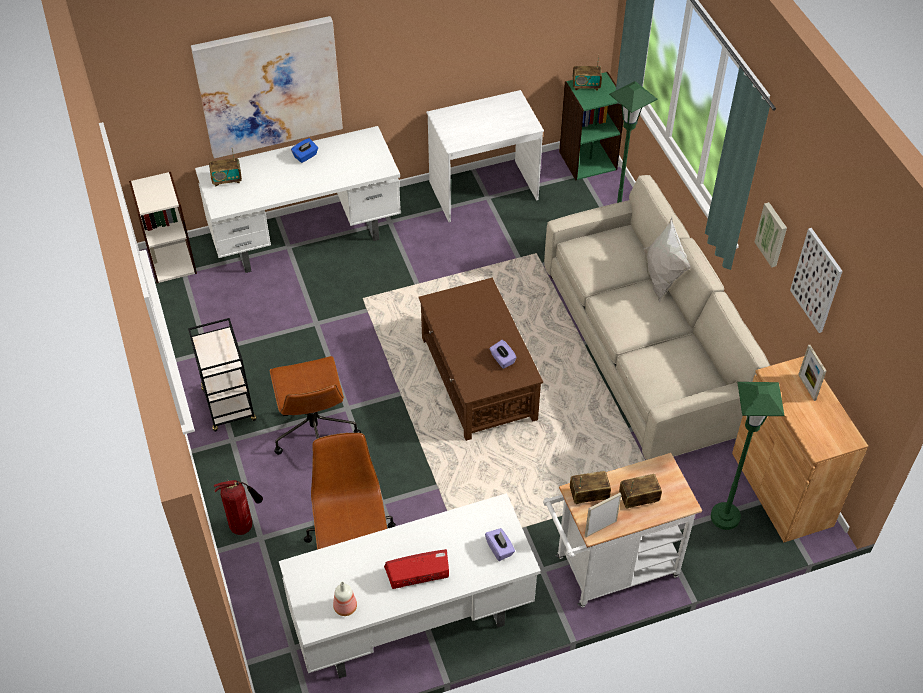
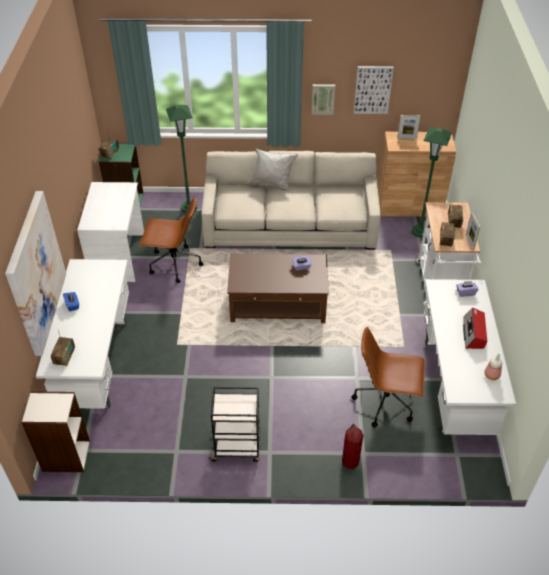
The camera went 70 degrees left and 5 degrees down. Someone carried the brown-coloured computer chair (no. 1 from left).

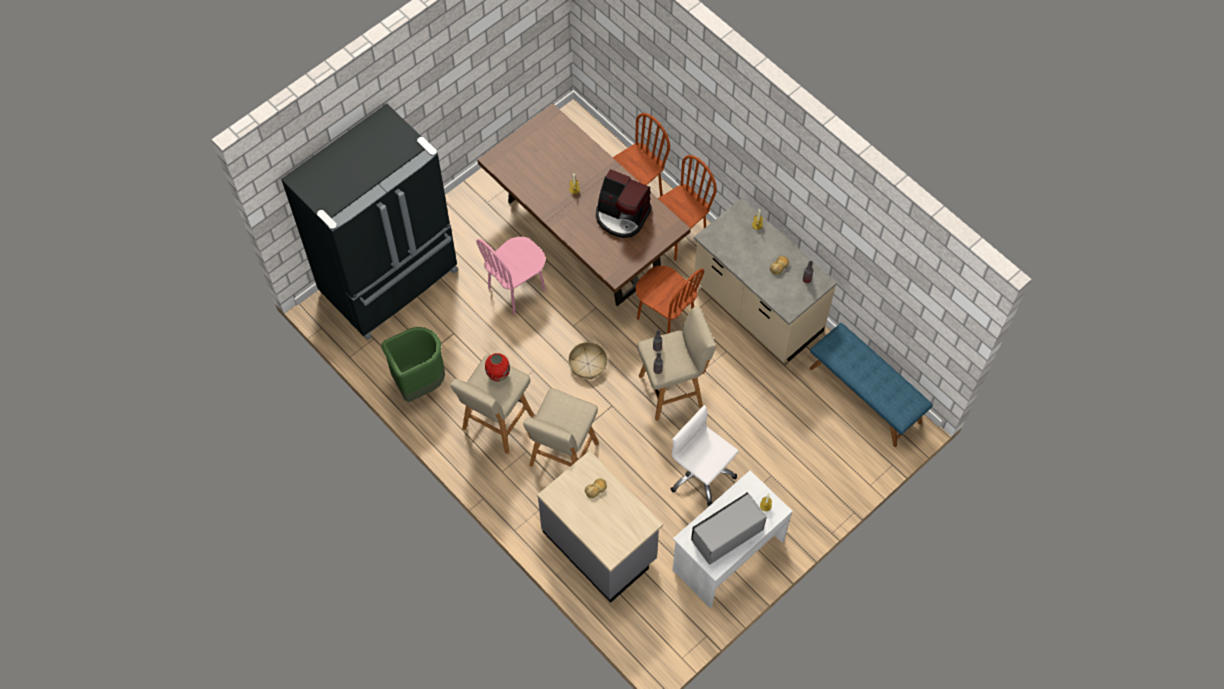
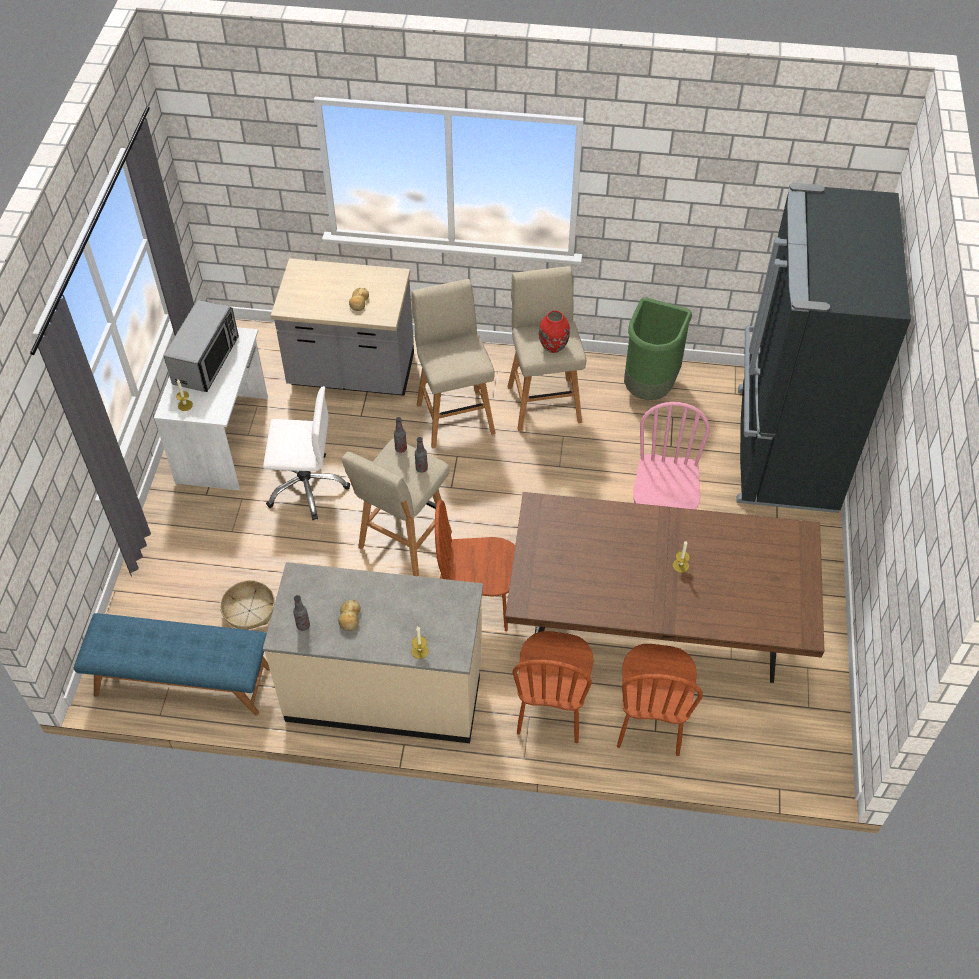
The camera went 140 degrees right and 10 degrees down. Someone took away the coffee maker. Someone carried the household basket.

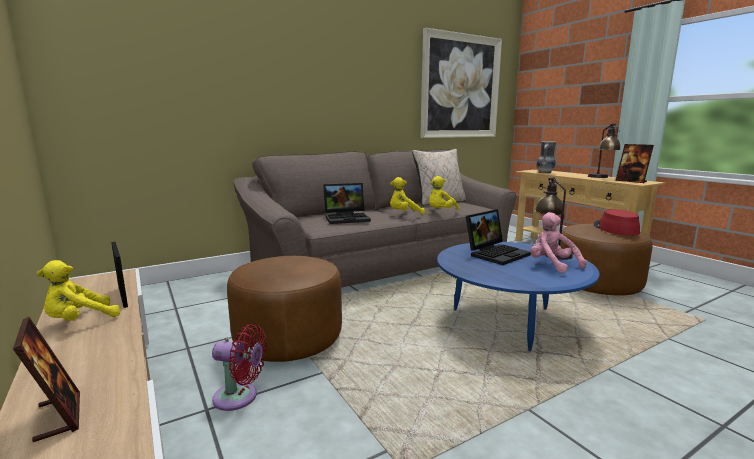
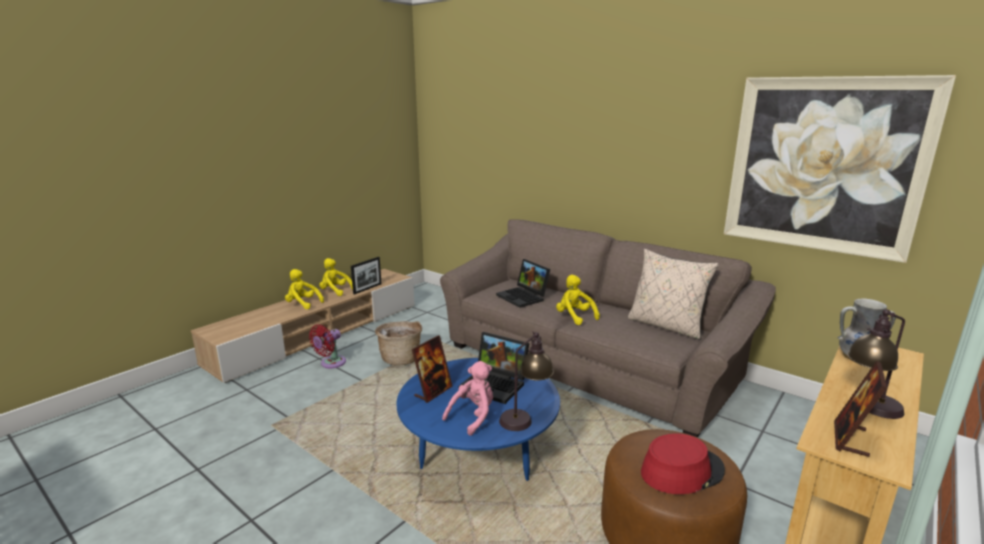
The camera went 70 degrees right and 5 degrees up. Someone carried the yellowish soft toy (no. 3 from left in the first image). Someone swapped the brown-coloured footrest (no. 1 from left) for the household basket. Someone carried the photo frame (no. 1 from left in the first image). Someone rotated the red electric fan by 45 degrees clockwise.

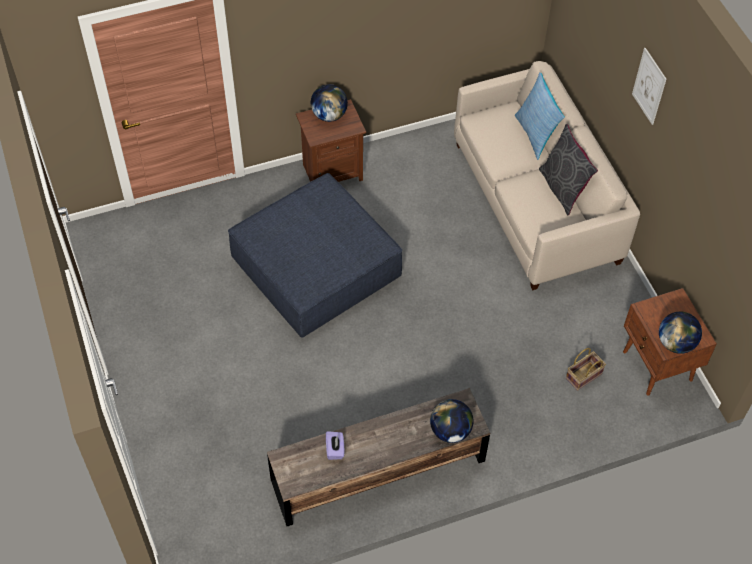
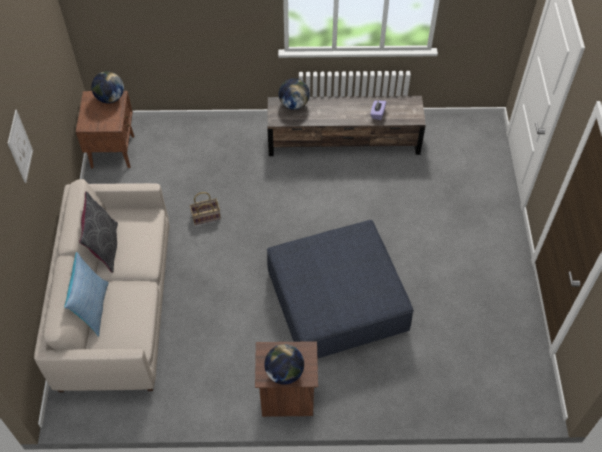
The camera went 160 degrees left and 0 degrees up. Someone carried the household basket.

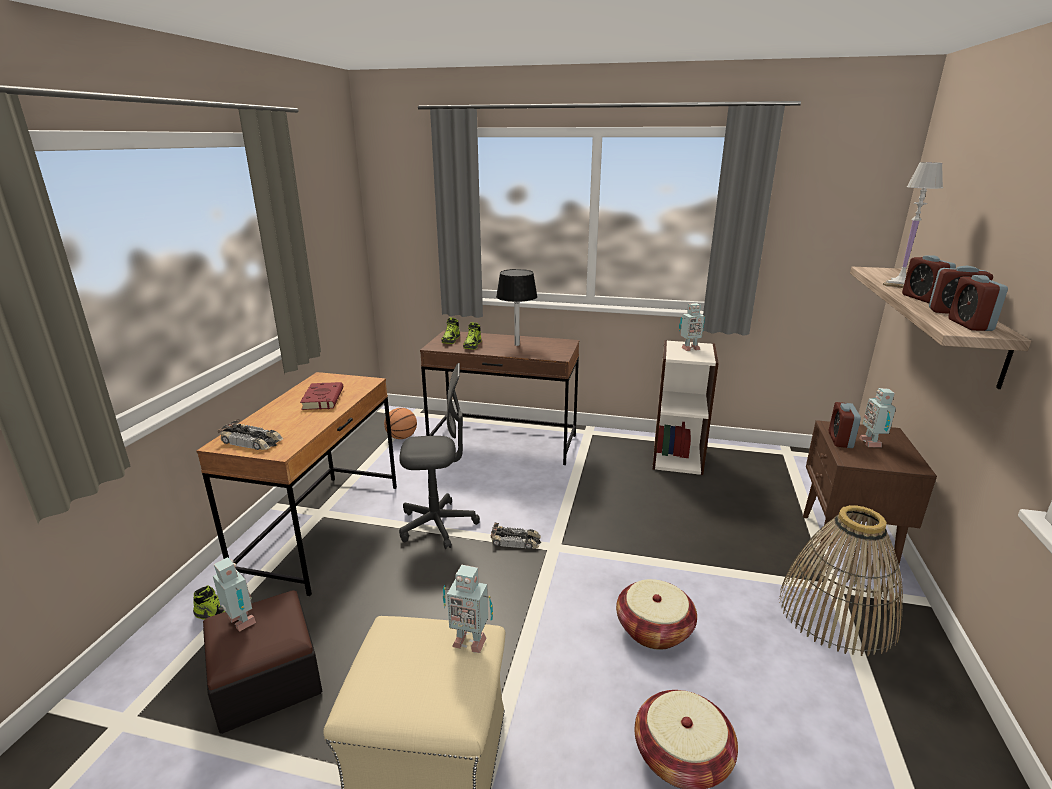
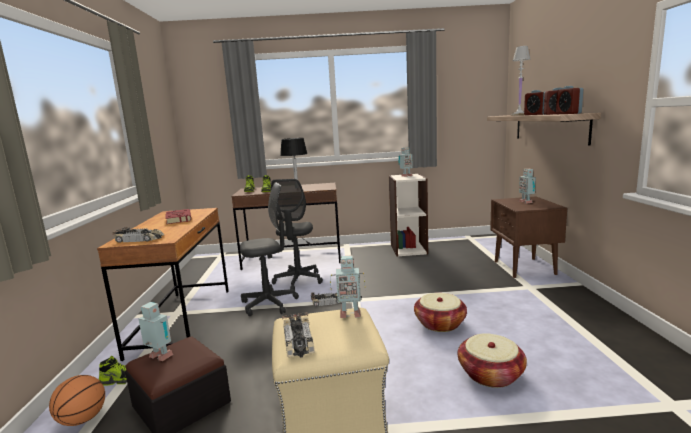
The camera went 15 degrees left and 10 degrees down. Someone took away the table clock (no. 1 from left). Someone carried the basketball ball. Someone took away the household basket (no. 3 from left). Someone put down the greyish computer chair (no. 2 from left). Someone put down the model car (no. 2 from left).

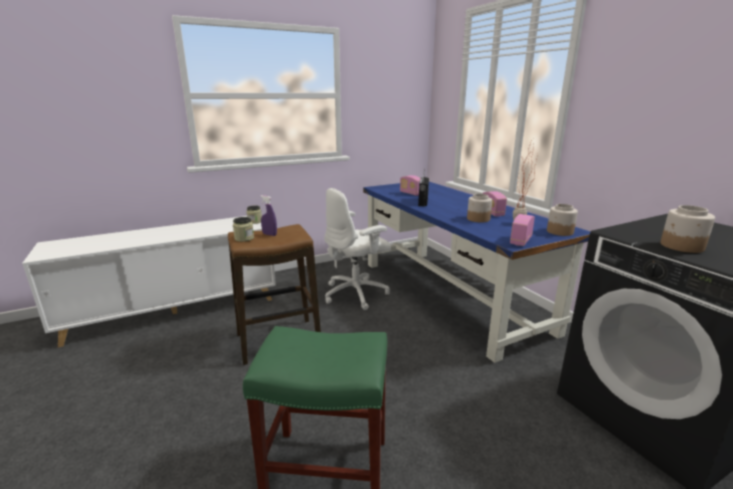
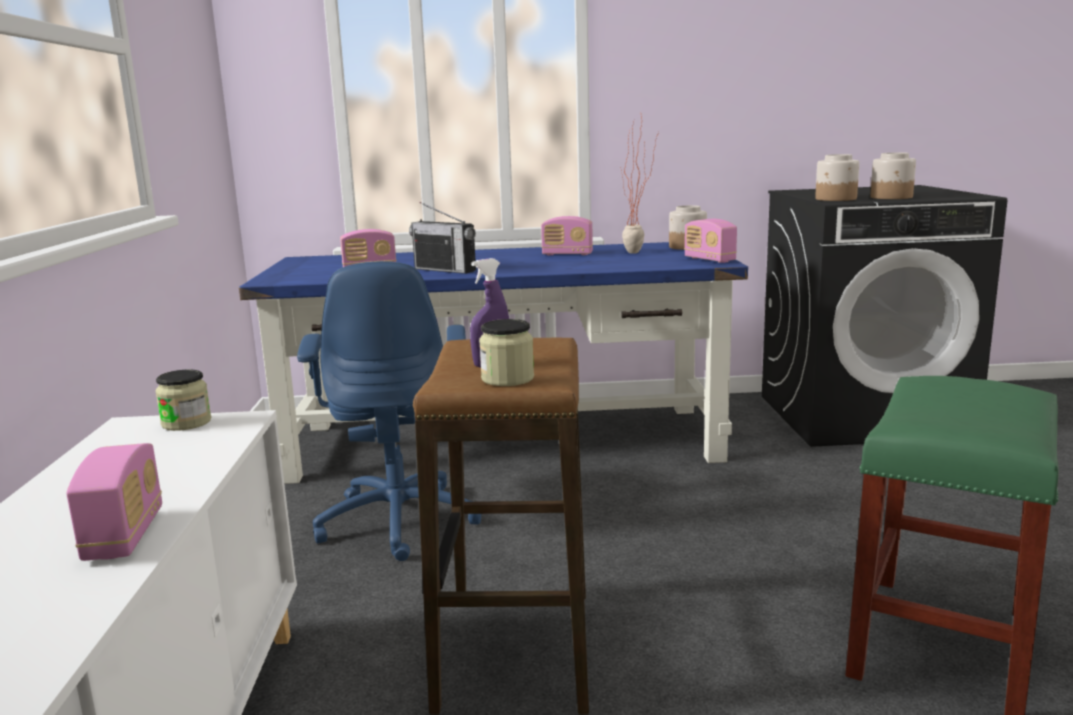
The camera went 65 degrees left and 5 degrees down. Someone repainted the white computer chair, which became the blue-coloured computer chair. Someone carried the preserve jar (no. 3 from left in the first image). Someone put down the radio receiver (no. 1 from left).

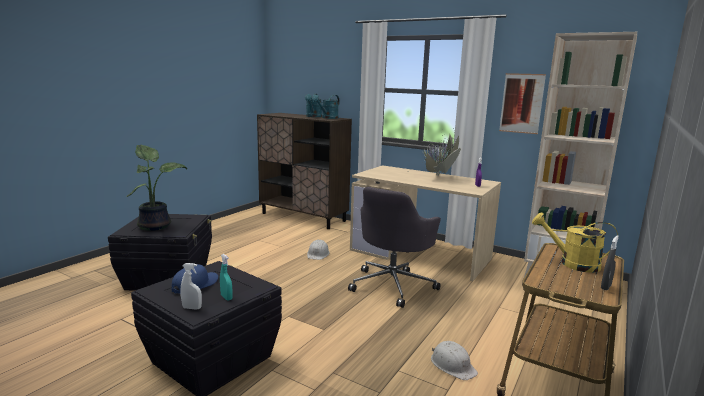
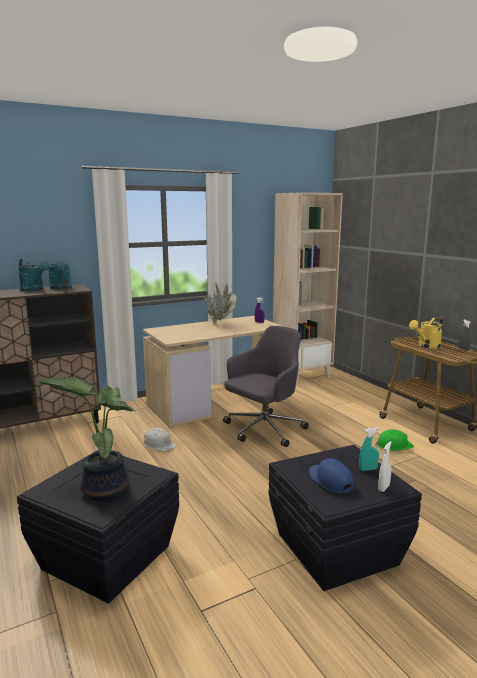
The camera went 60 degrees left and 0 degrees up. Someone took away the wall picture. Someone rotated the greyish computer chair by 105 degrees counterclockwise. Someone repainted the white work helmet (no. 2 from left), which became the green work helmet.

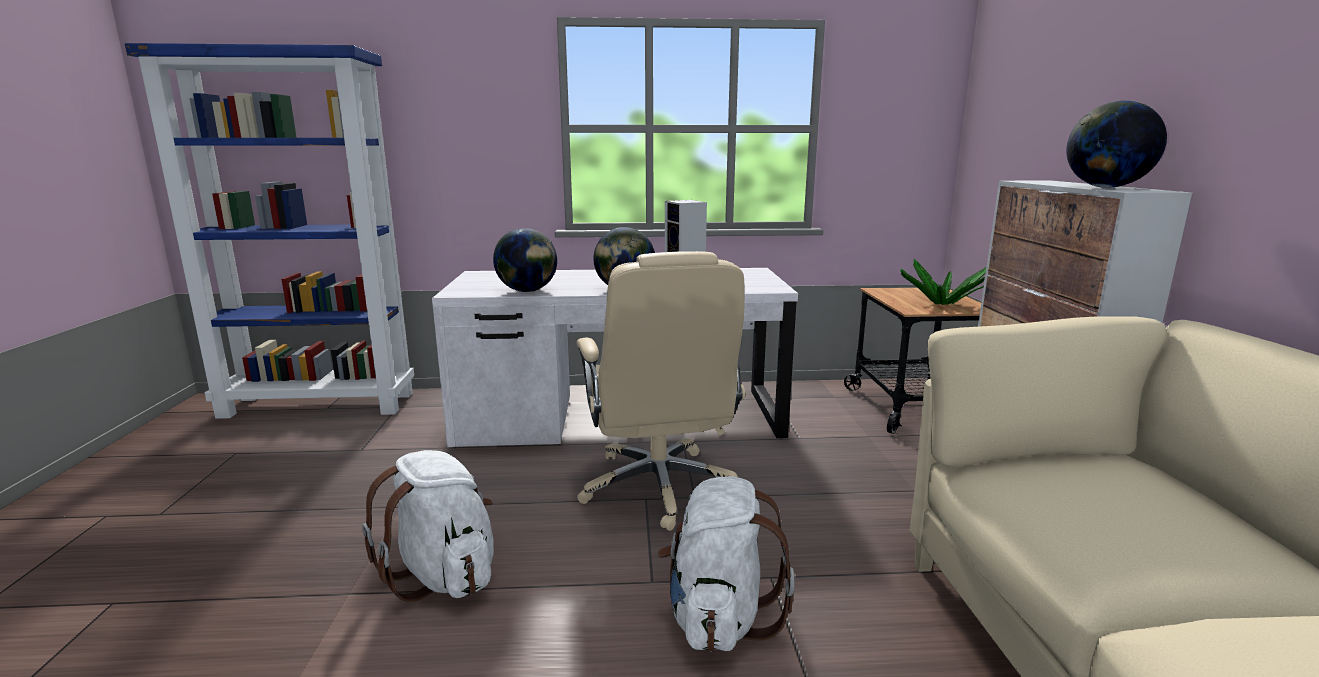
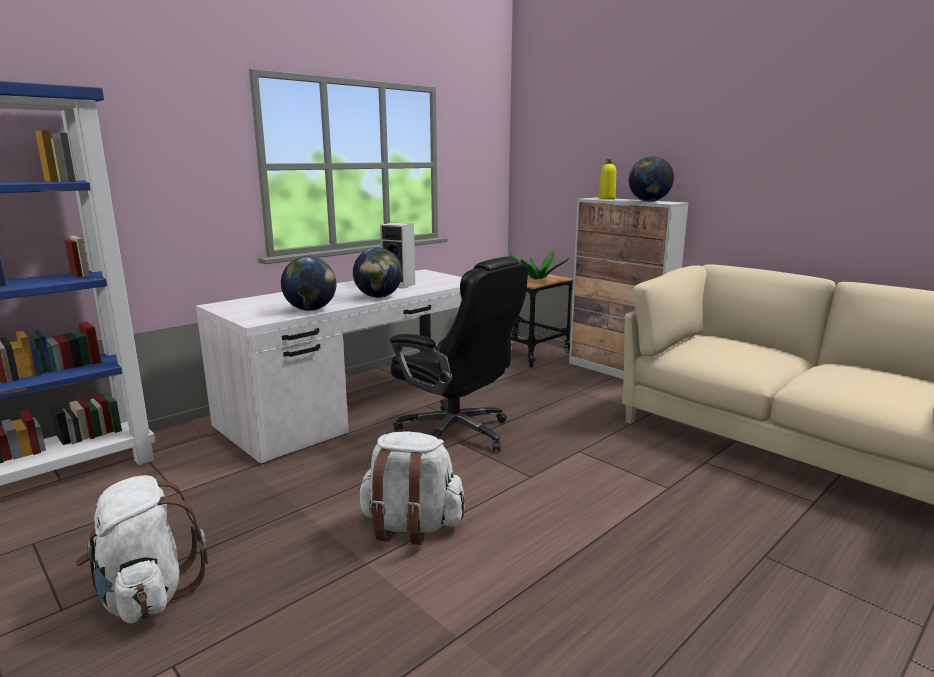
The camera went 40 degrees left and 0 degrees up. Someone repainted the sand-coloured computer chair, which became the black-coloured computer chair. Someone carried the white knapsack (no. 2 from left in the first image). Someone put down the yellowish beverage bottle.

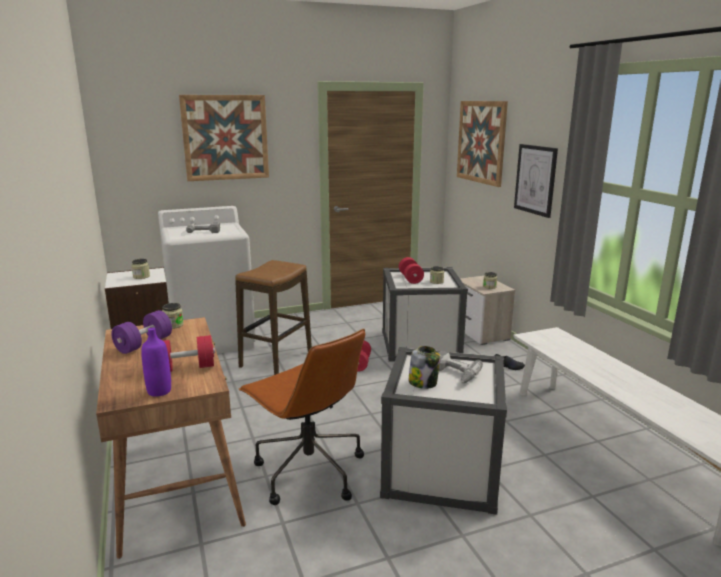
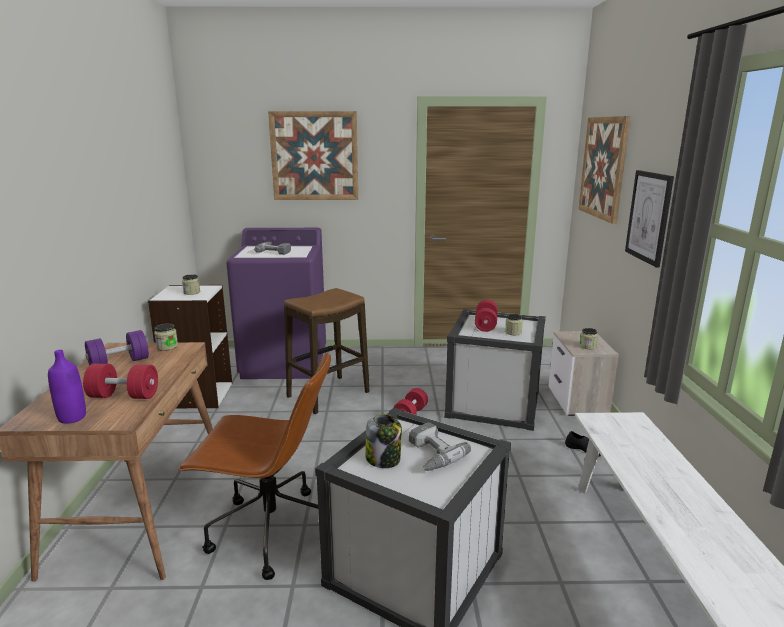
The camera went 20 degrees right and 0 degrees up. Someone repainted the white washing machine, which became the purple-coloured washing machine. Someone rotated the brown-coloured computer chair by 60 degrees counterclockwise.

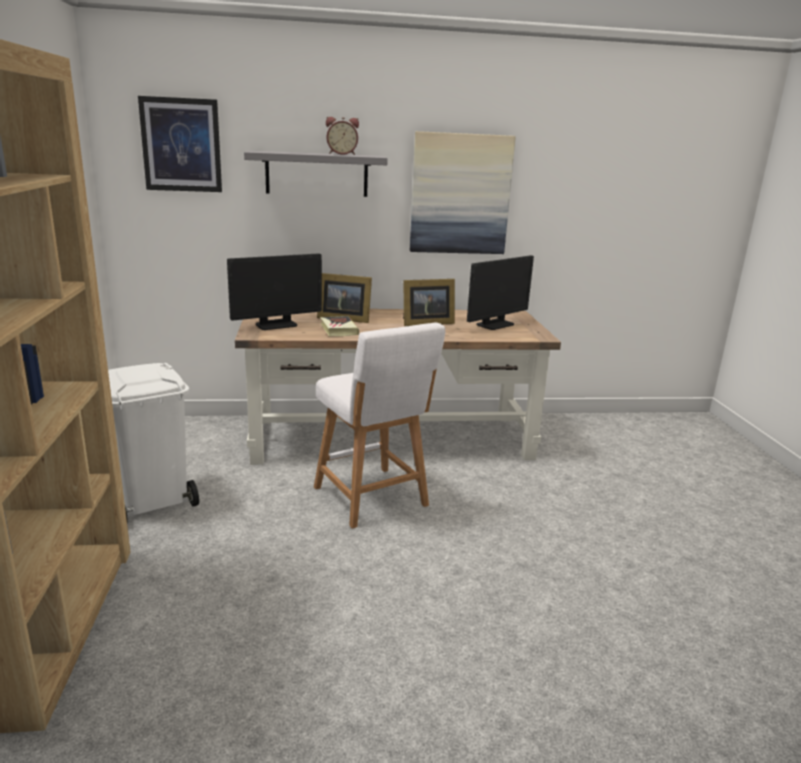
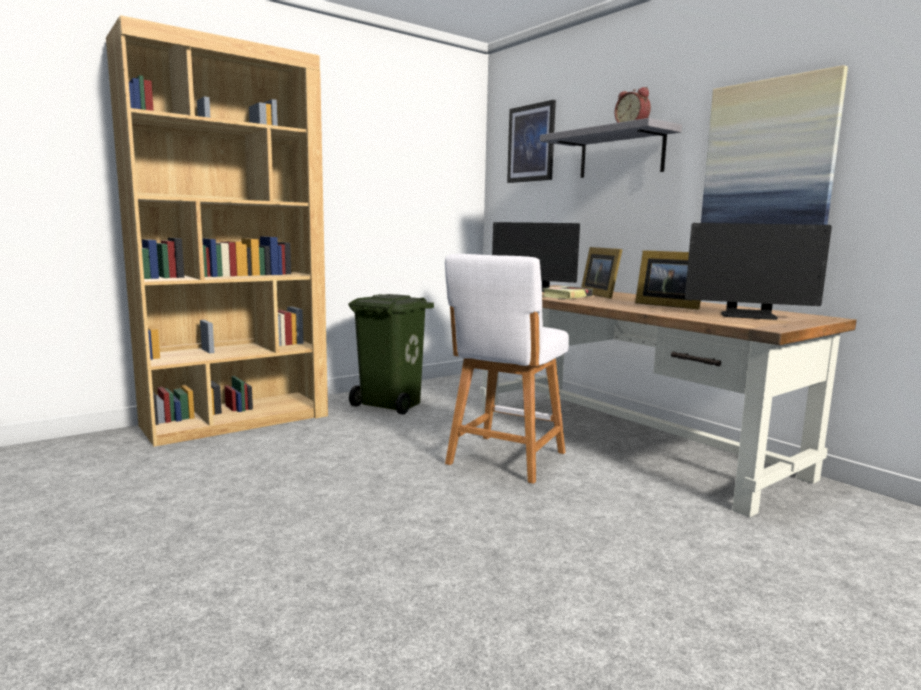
The camera went 60 degrees right and 10 degrees down. Someone repainted the white waste bin, which became the green waste bin.

